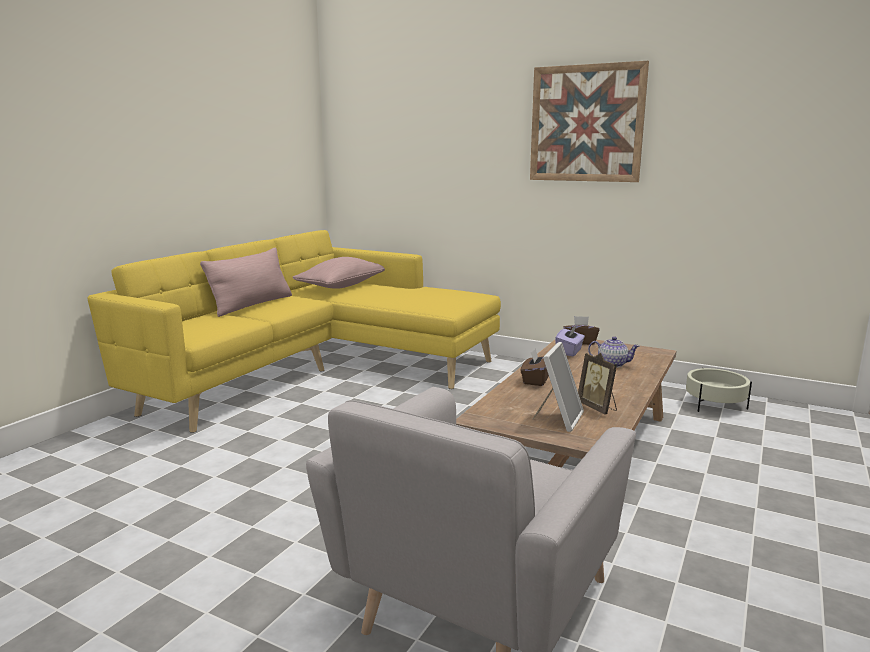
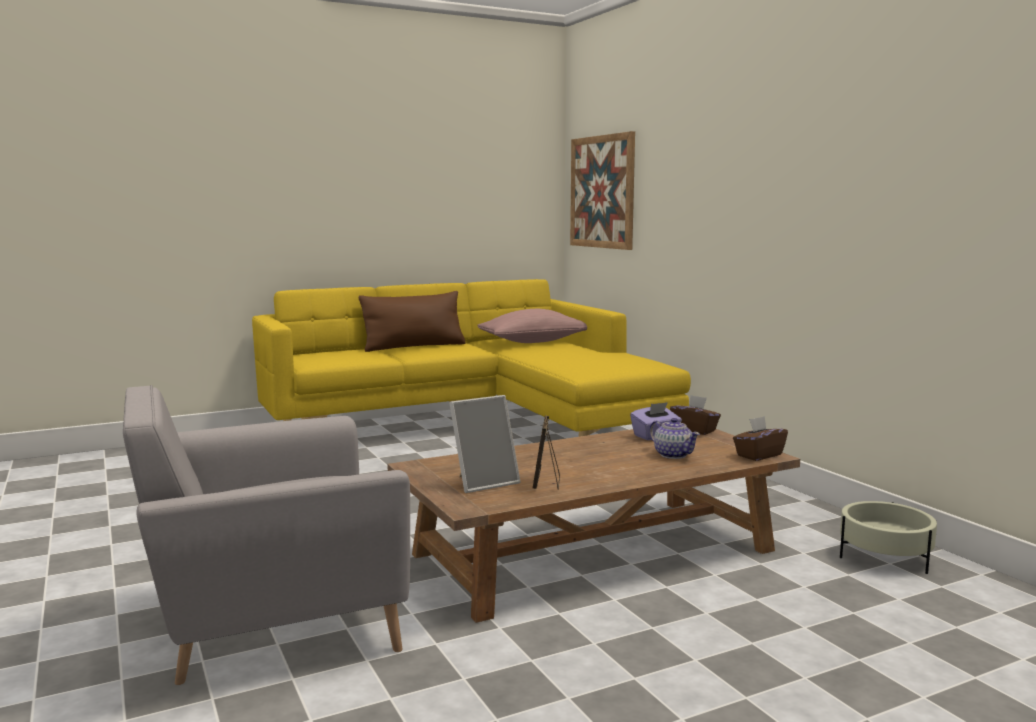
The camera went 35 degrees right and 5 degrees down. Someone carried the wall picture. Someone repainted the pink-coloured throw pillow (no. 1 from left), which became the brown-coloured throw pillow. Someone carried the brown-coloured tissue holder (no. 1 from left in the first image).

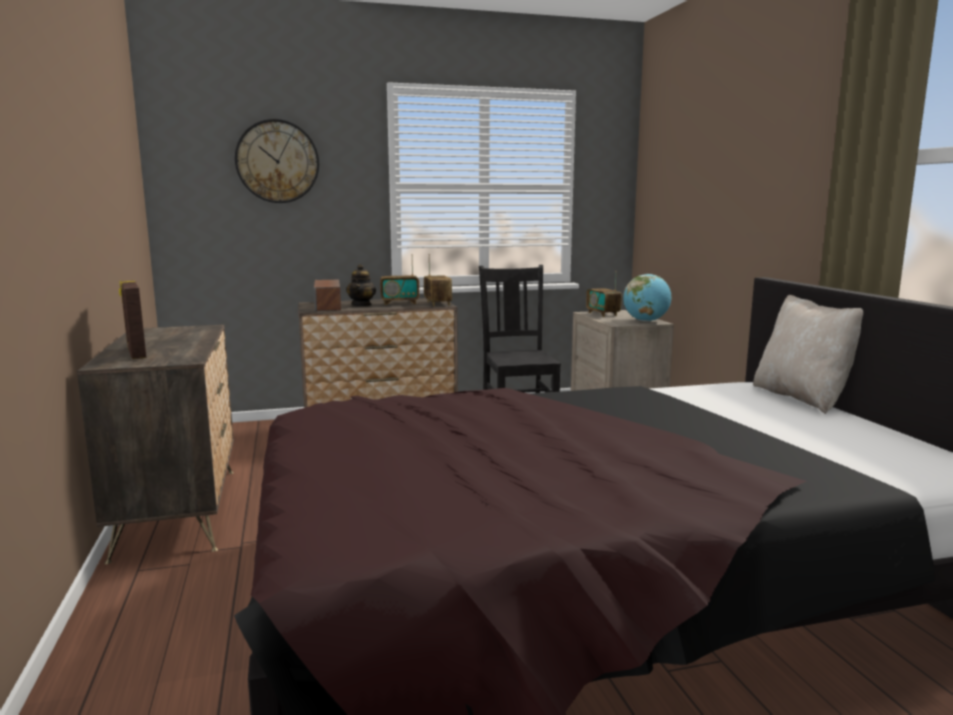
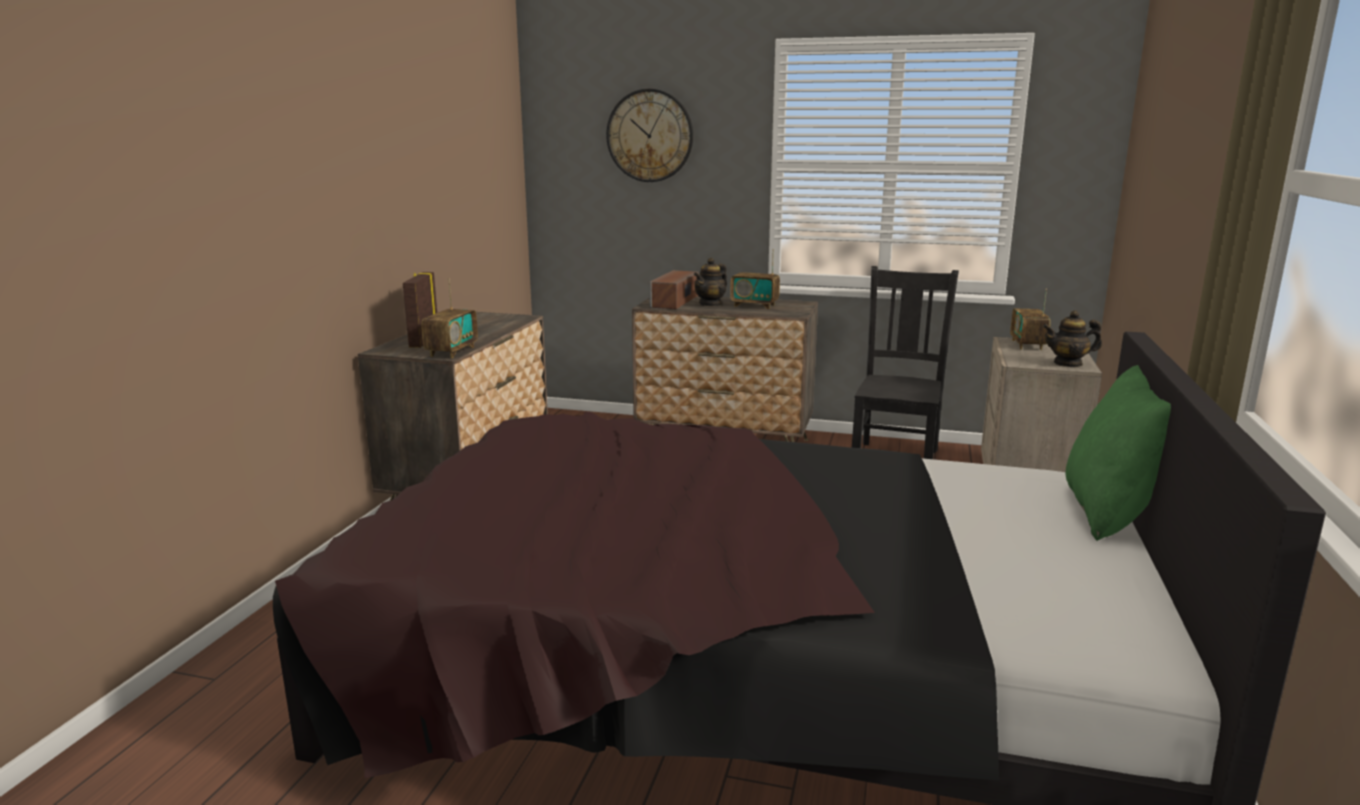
The camera went 30 degrees right and 5 degrees up. Someone carried the radio receiver (no. 2 from left in the first image). Someone swapped the desk globe for the pot for tea (no. 2 from left). Someone repainted the sand-coloured throw pillow, which became the green throw pillow.

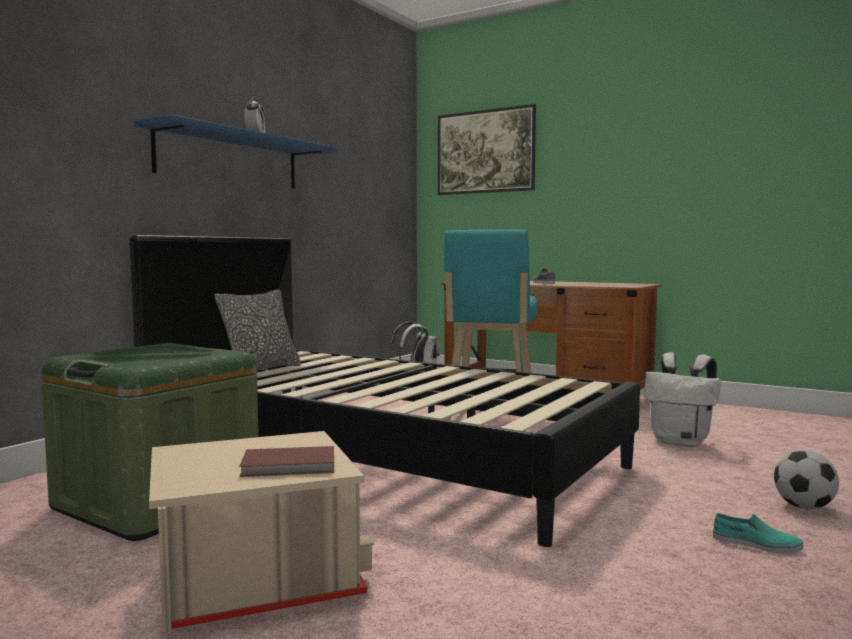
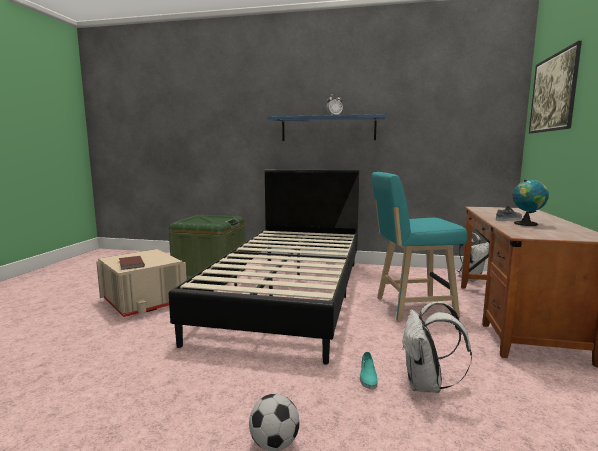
The camera went 70 degrees right and 5 degrees up. Someone took away the throw pillow. Someone carried the turquoise-coloured low shoe. Someone put down the desk globe.

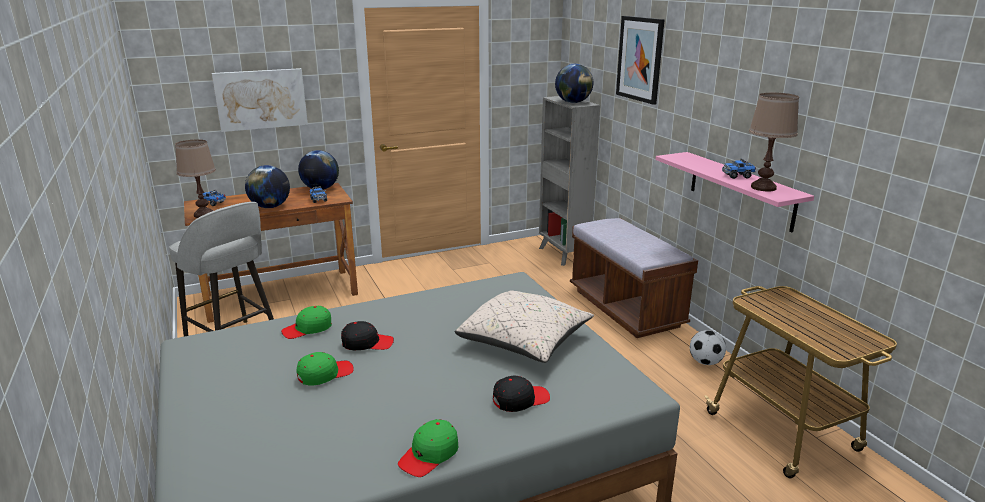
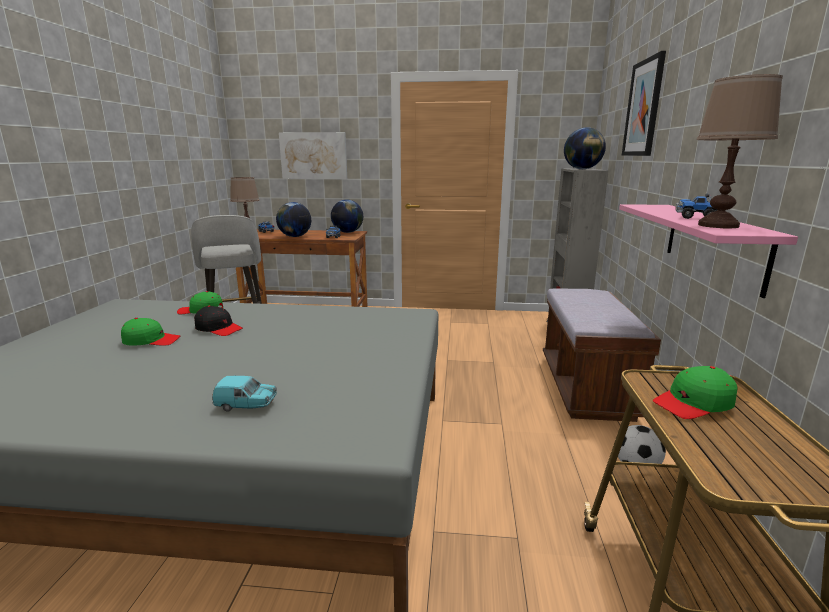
The camera went 30 degrees right and 5 degrees down. Someone took away the sand-coloured throw pillow. Someone swapped the black-coloured cap (no. 2 from left) for the turquoise-coloured model car. Someone carried the green cap (no. 3 from left).

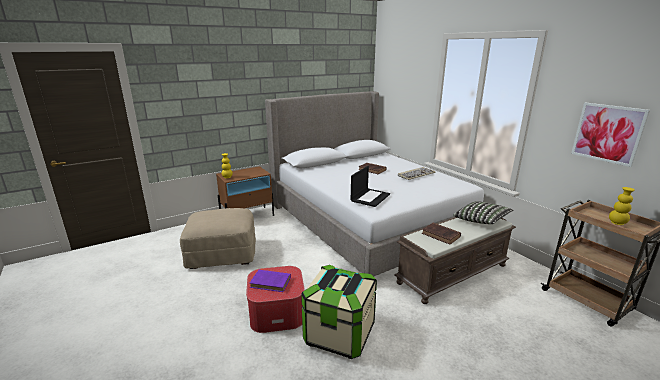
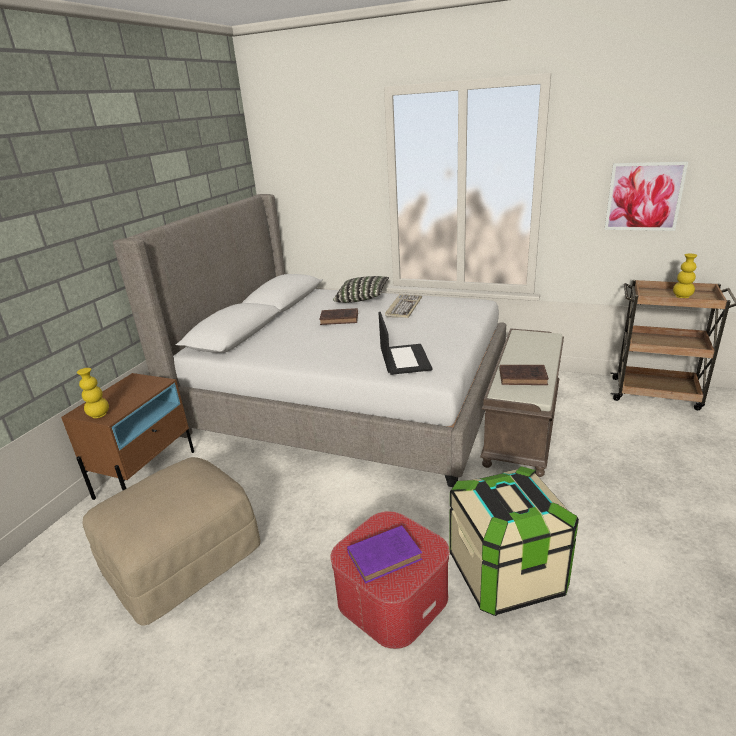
The camera went 35 degrees left and 5 degrees up. Someone carried the throw pillow.

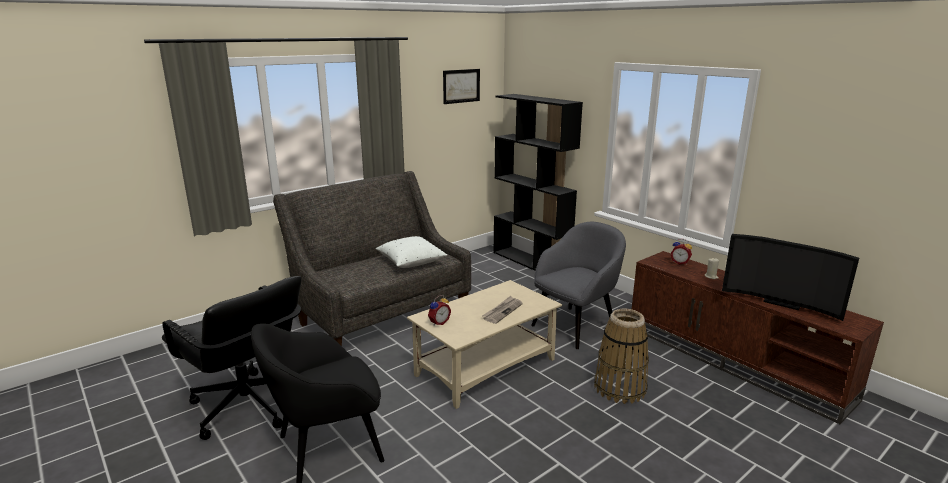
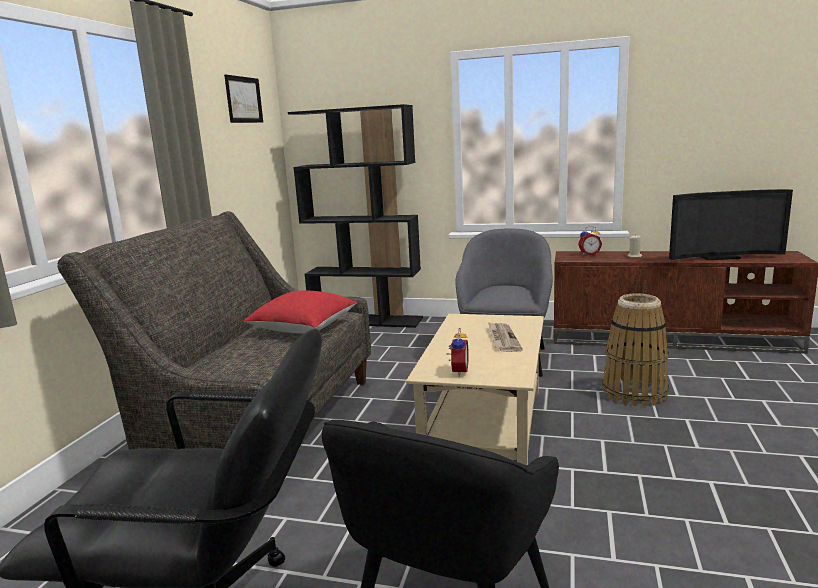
The camera went 35 degrees left and 5 degrees down. Someone repainted the white throw pillow, which became the red throw pillow.

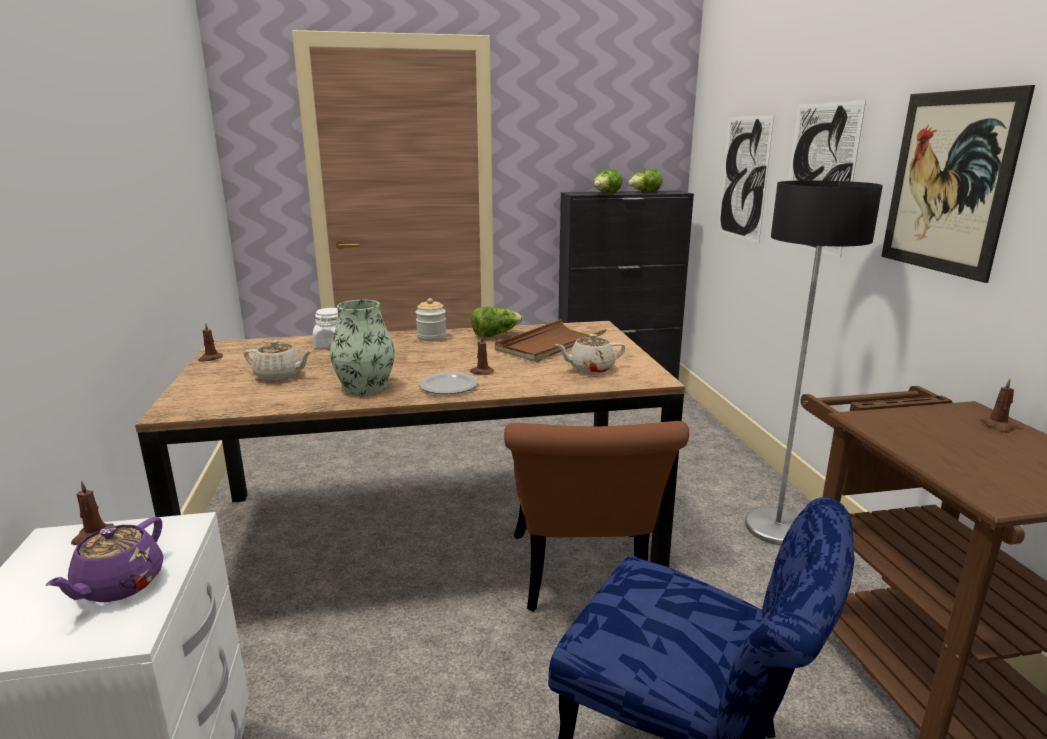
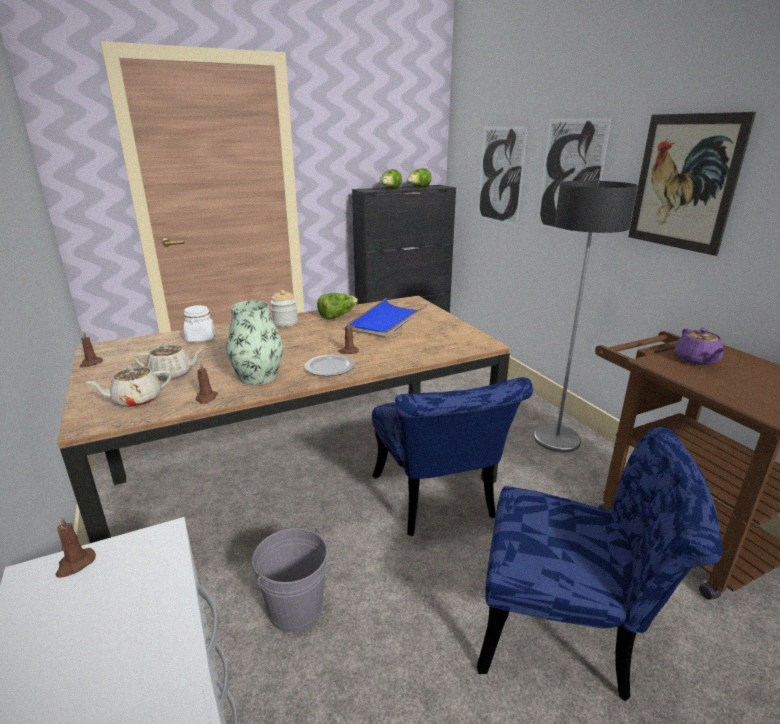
The camera went 15 degrees left and 5 degrees up. Someone repainted the brown-coloured serving tray, which became the blue-coloured serving tray. Someone carried the sand-coloured pot for tea (no. 2 from left in the first image). Someone carried the brown-coloured wax candle (no. 4 from left in the first image). Someone repainted the brown-coloured upright chair, which became the blue-coloured upright chair (no. 1 from left). Someone carried the purple-coloured pot for tea. Someone put down the greyish bucket.

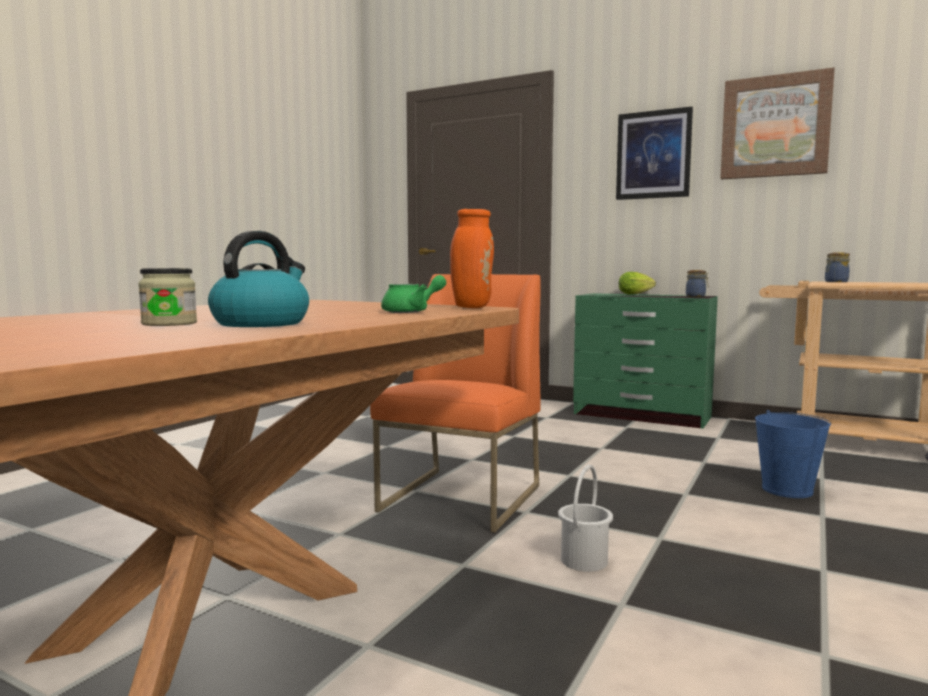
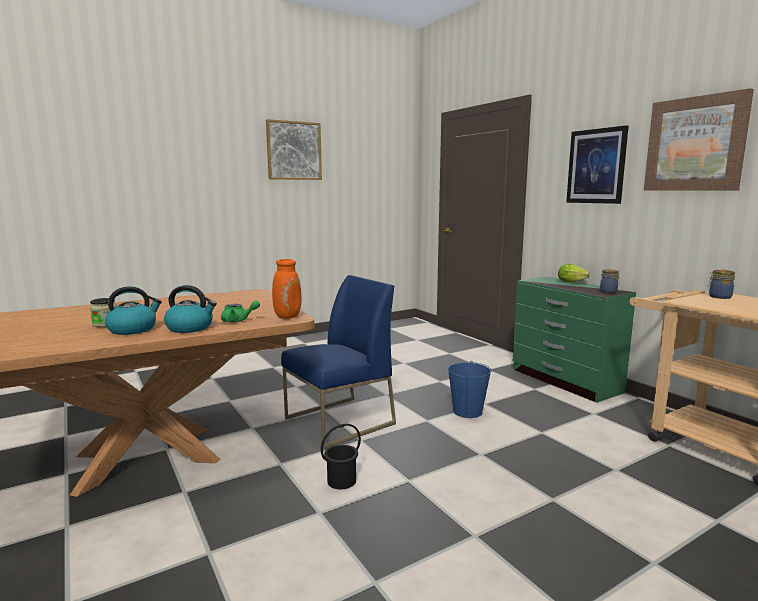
The camera went 30 degrees right and 5 degrees up. Someone repainted the orange upright chair, which became the blue-coloured upright chair. Someone carried the blue-coloured bucket. Someone repainted the white bucket, which became the black-coloured bucket. Someone put up the wall picture (no. 1 from left). Someone put down the tea kettle (no. 2 from left).

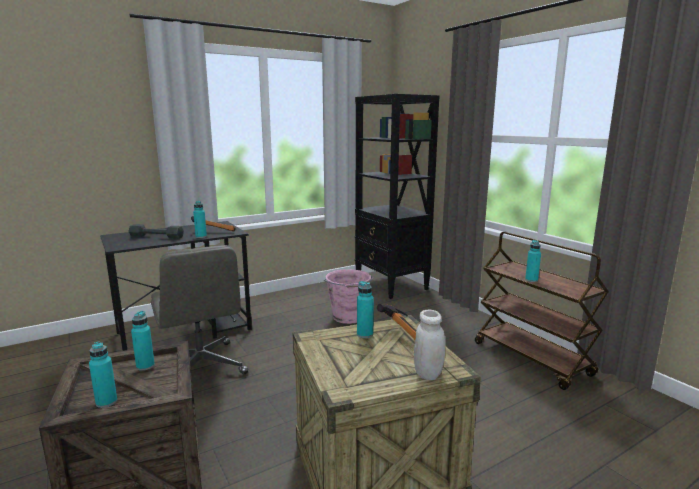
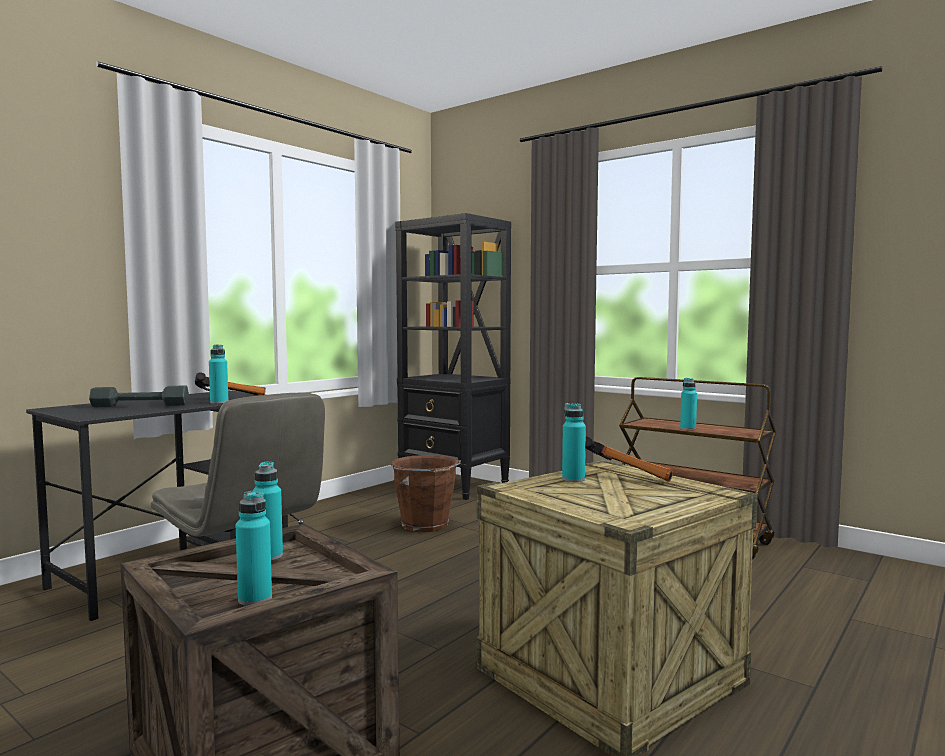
The camera went 20 degrees left and 10 degrees down. Someone repainted the pink-coloured bucket, which became the brown-coloured bucket. Someone took away the white preserve jar.

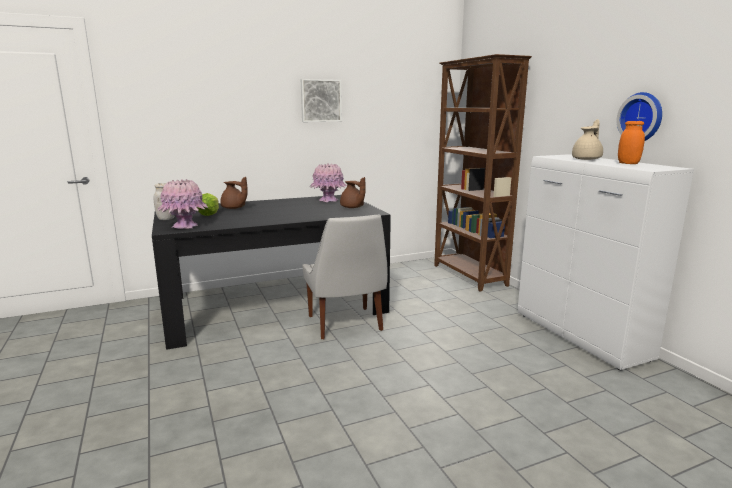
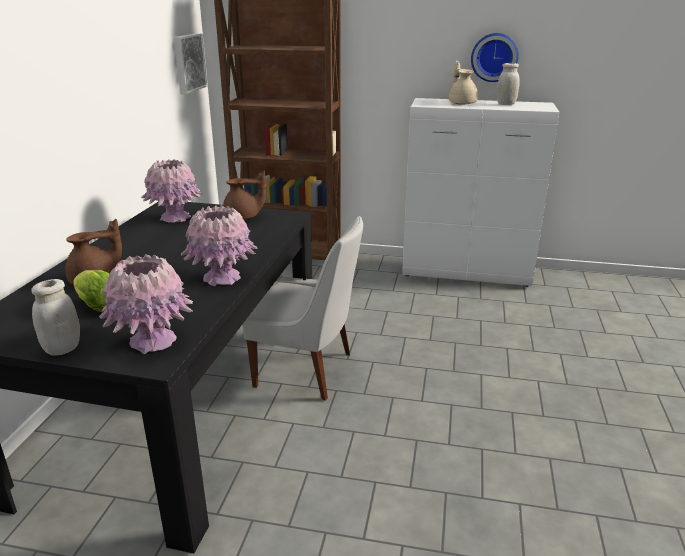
The camera went 55 degrees left and 10 degrees up. Someone carried the wall picture. Someone repainted the orange preserve jar, which became the white preserve jar (no. 2 from left). Someone put down the pink-coloured vase (no. 3 from left).

